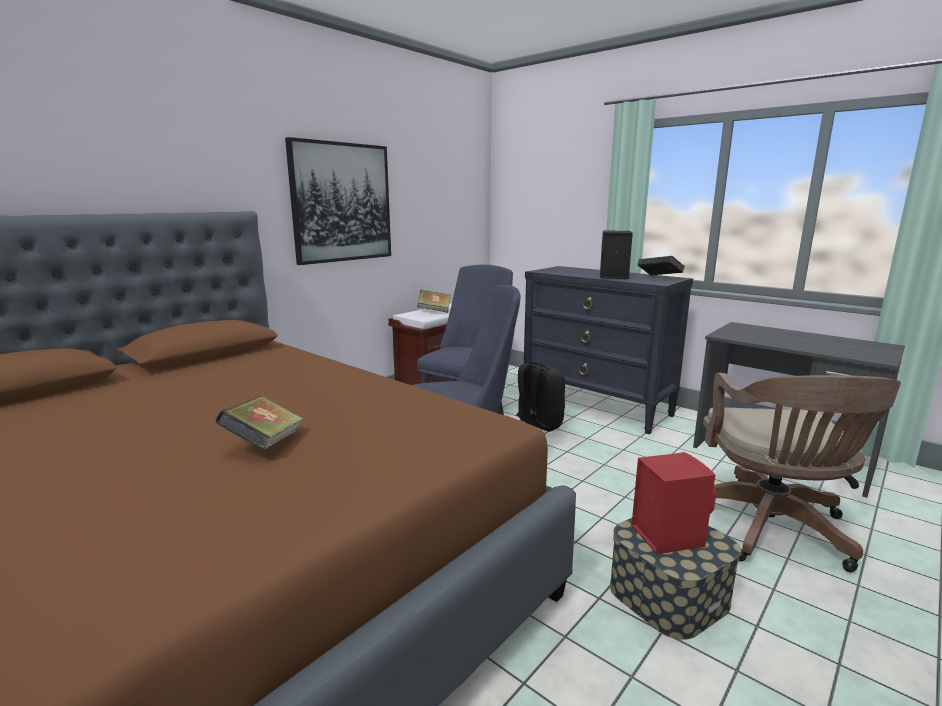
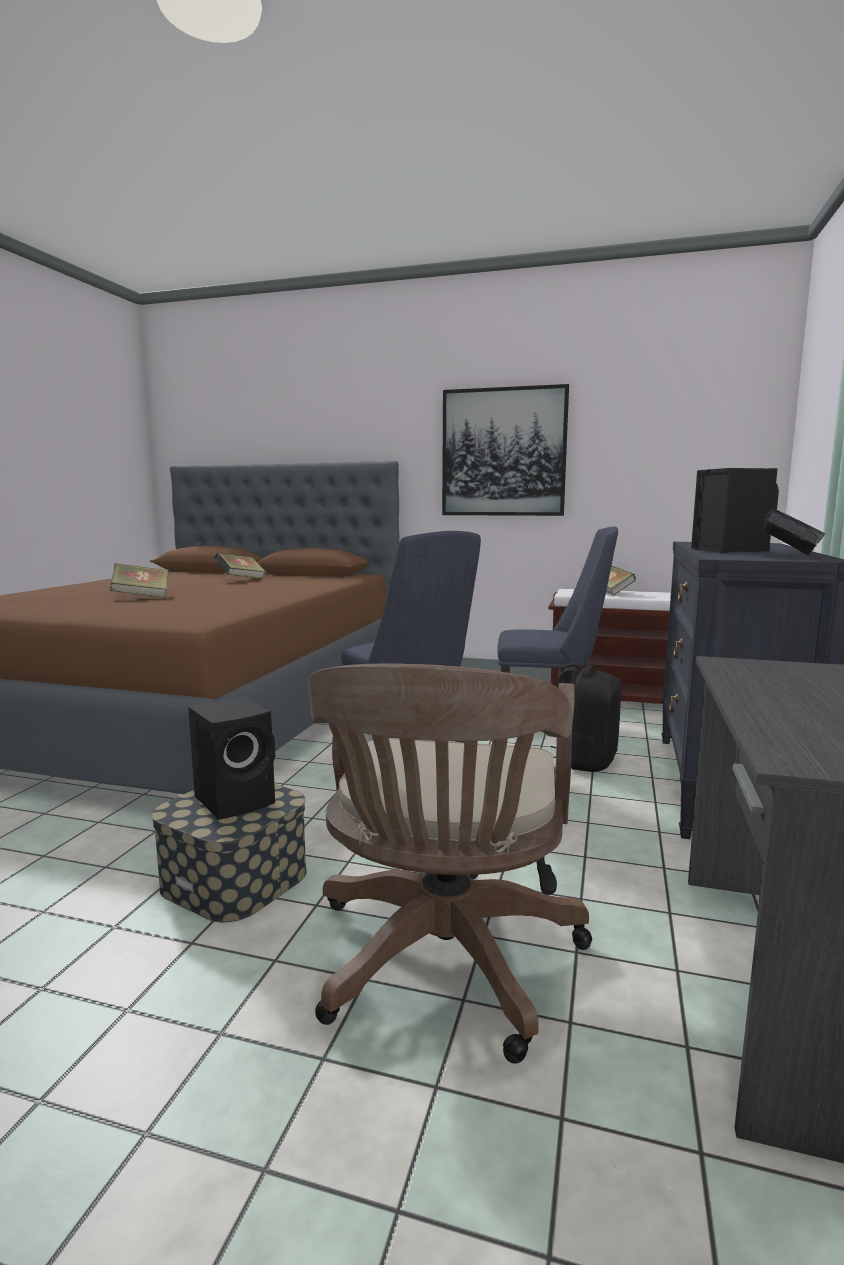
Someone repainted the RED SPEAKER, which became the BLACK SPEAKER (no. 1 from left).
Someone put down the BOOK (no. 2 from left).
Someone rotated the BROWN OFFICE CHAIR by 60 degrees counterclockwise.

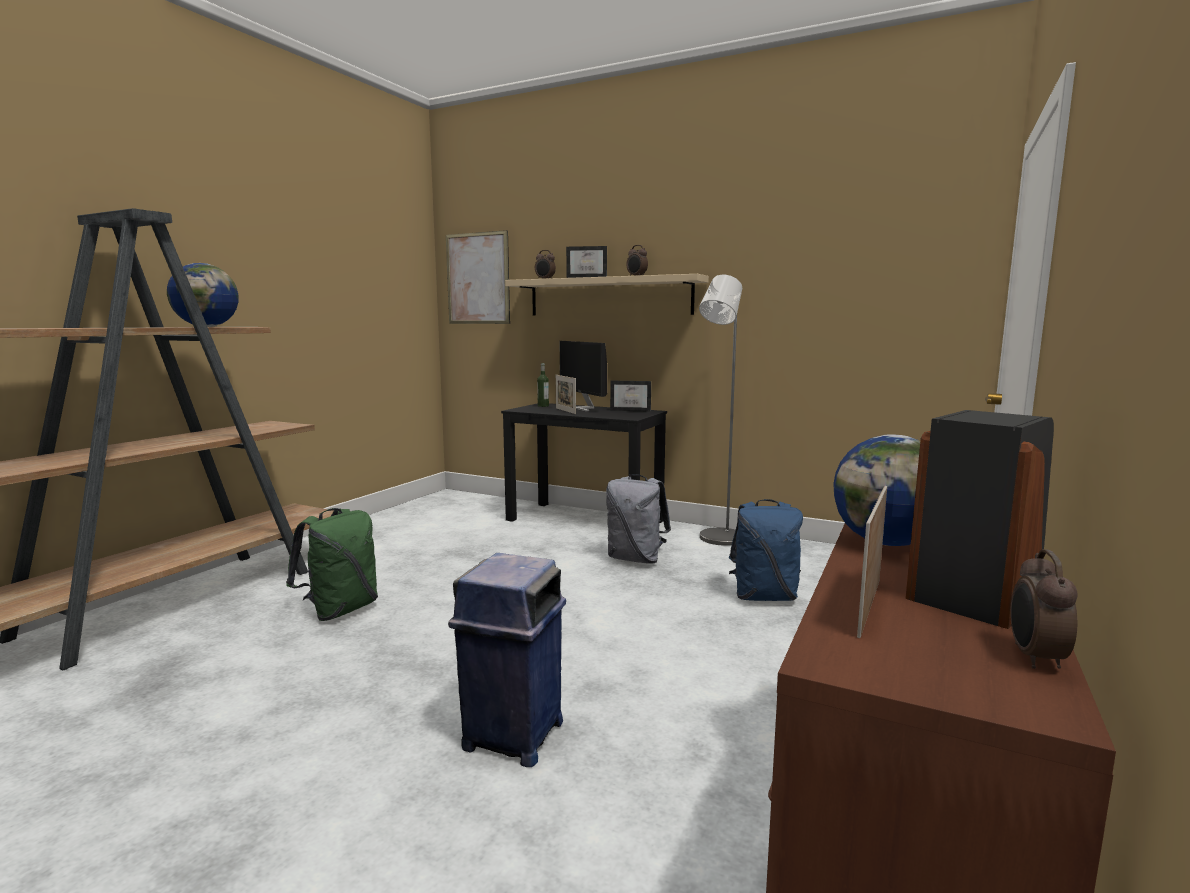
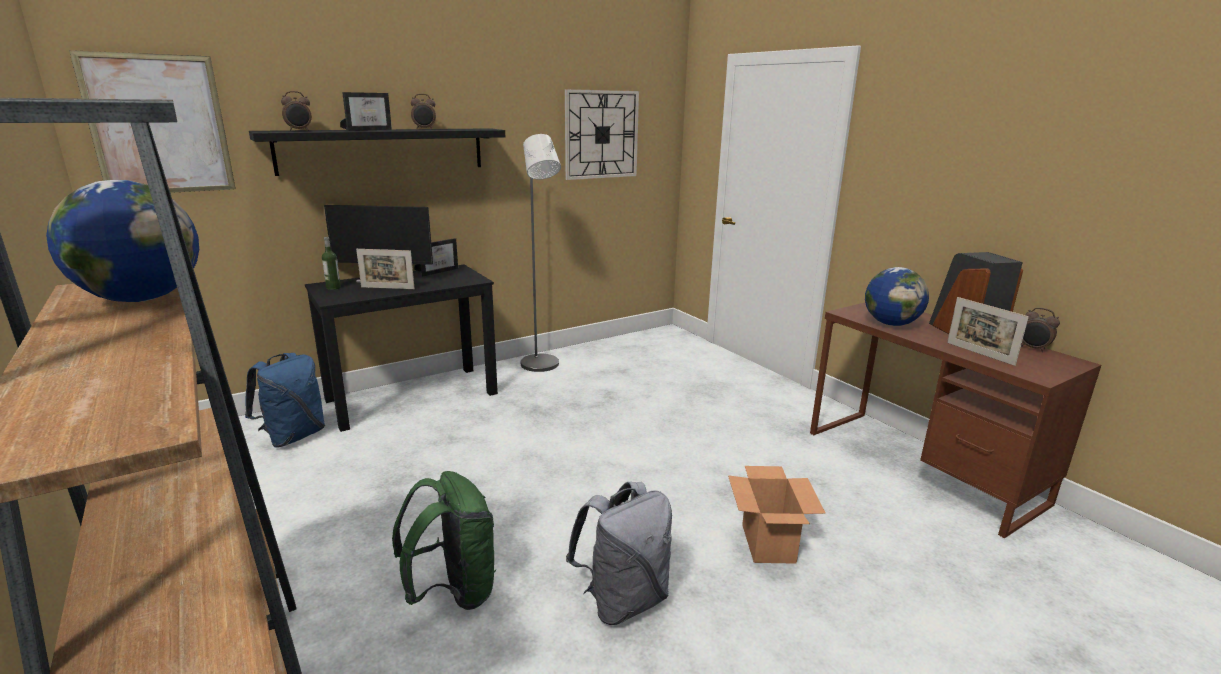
Someone carried the BLUE BACKPACK.
Someone repainted the BEIGE SHELF, which became the BLACK SHELF.
Someone put up the WALL CLOCK.
Someone carried the GREY BACKPACK.
Someone swapped the BLUE TRASH CAN for the CARDBOARD BOX.

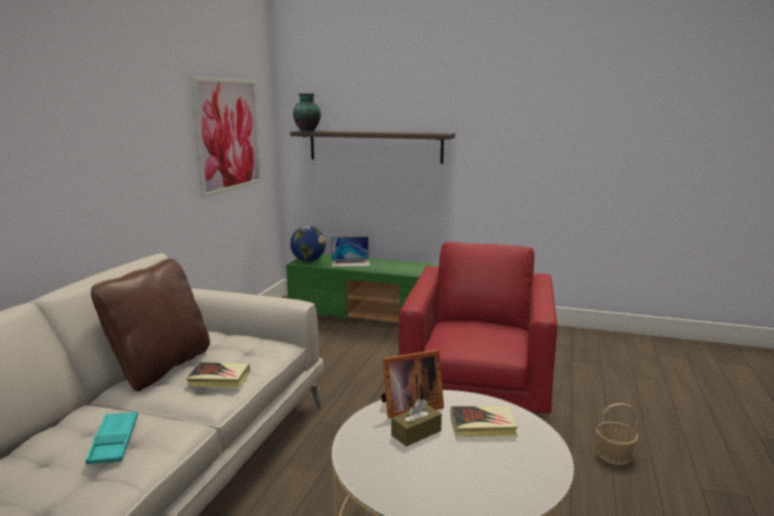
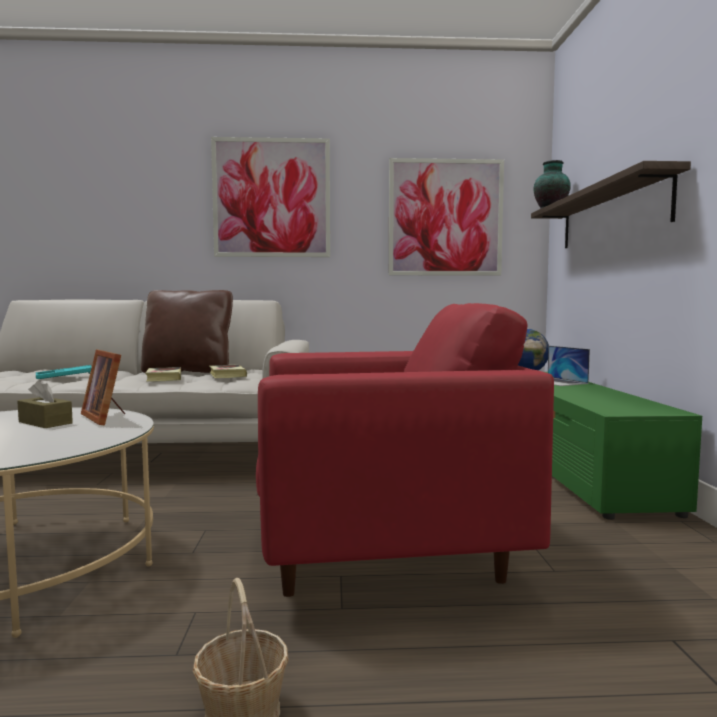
Someone carried the BOOK (no. 2 from left).
Someone put up the PICTURE (no. 1 from left).

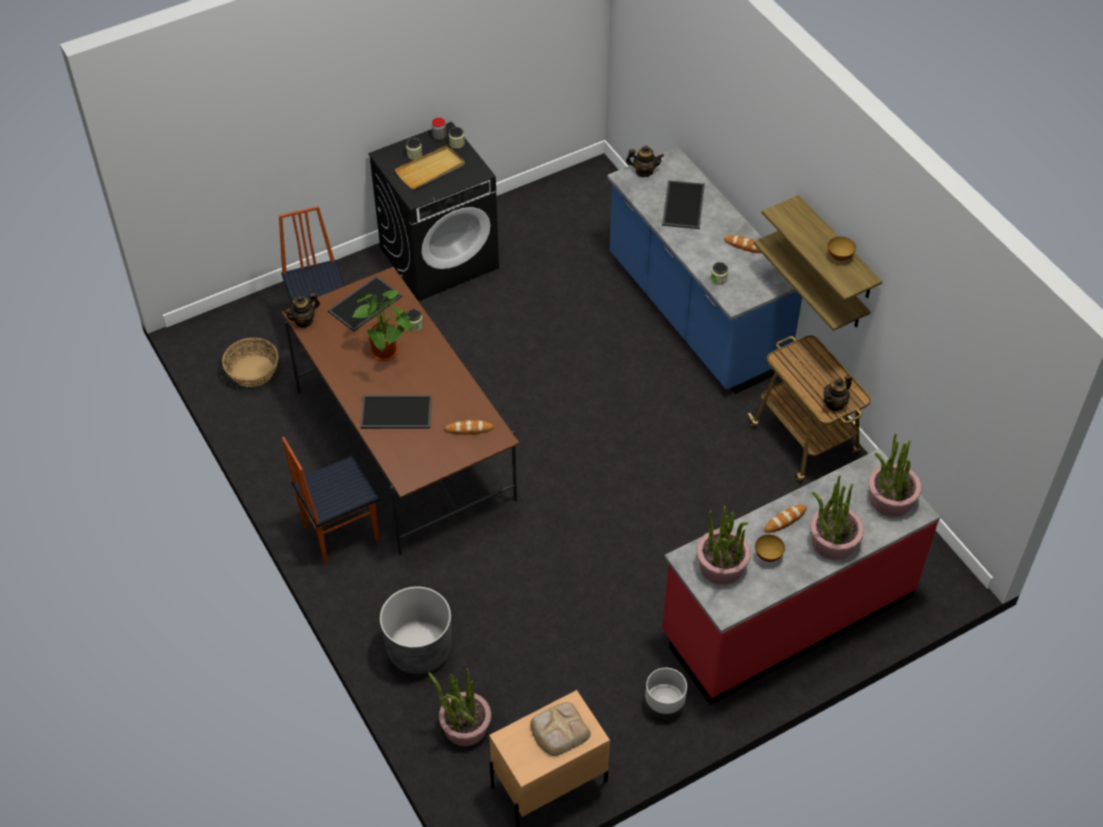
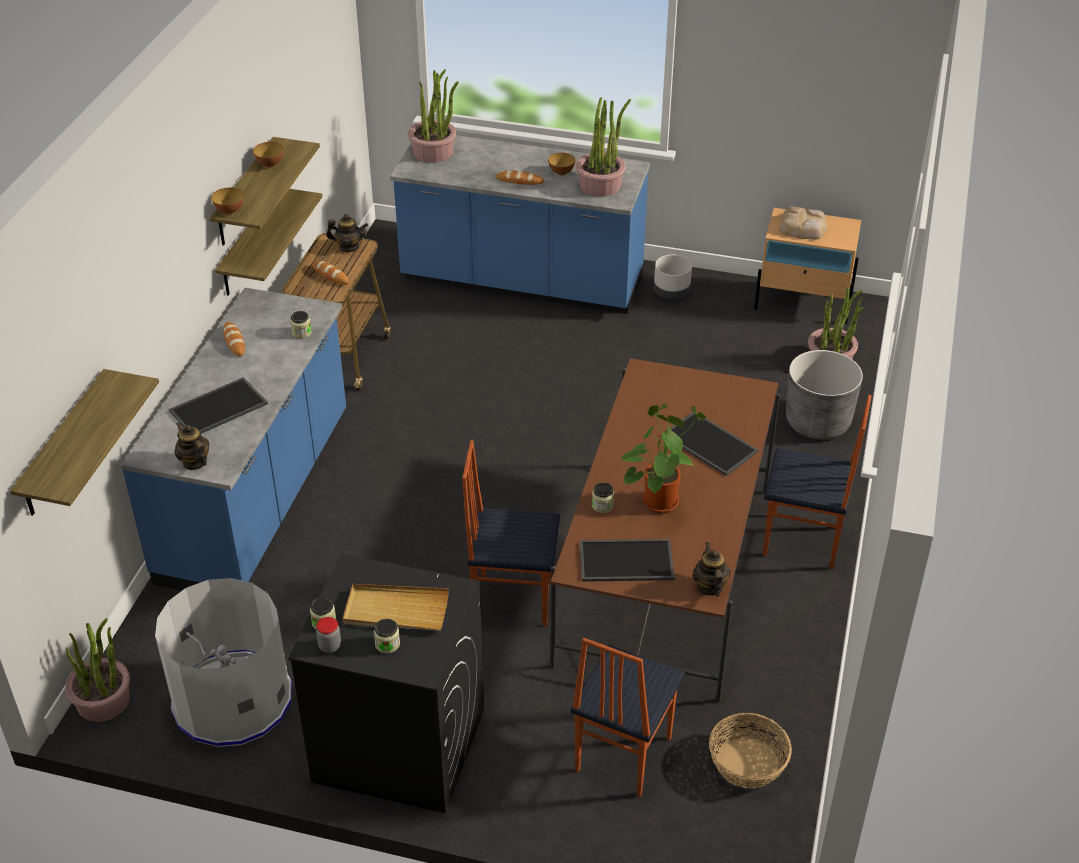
Someone put up the SHELF (no. 1 from left).
Someone carried the POTTED PLANT (no. 4 from left in the first image).
Someone put down the GREY TRASH CAN.
Someone put down the BOWL (no. 1 from left).
Someone carried the BREAD (no. 1 from left in the first image).
Someone repainted the RED COUNTER, which became the BLUE COUNTER (no. 2 from left).
Someone put down the CHAIR (no. 1 from left).
Someone rotated the TEAPOT (no. 1 from left in the first image) by 105 degrees counterclockwise.

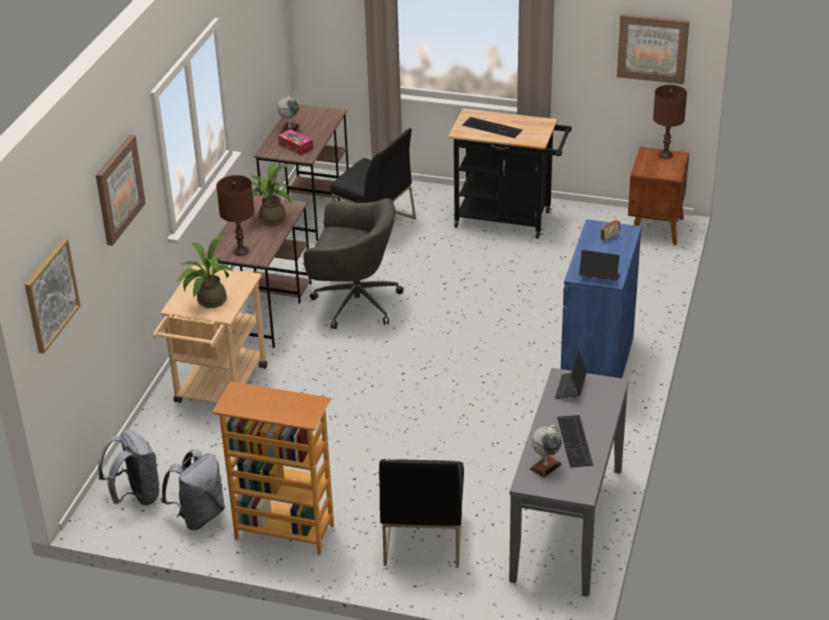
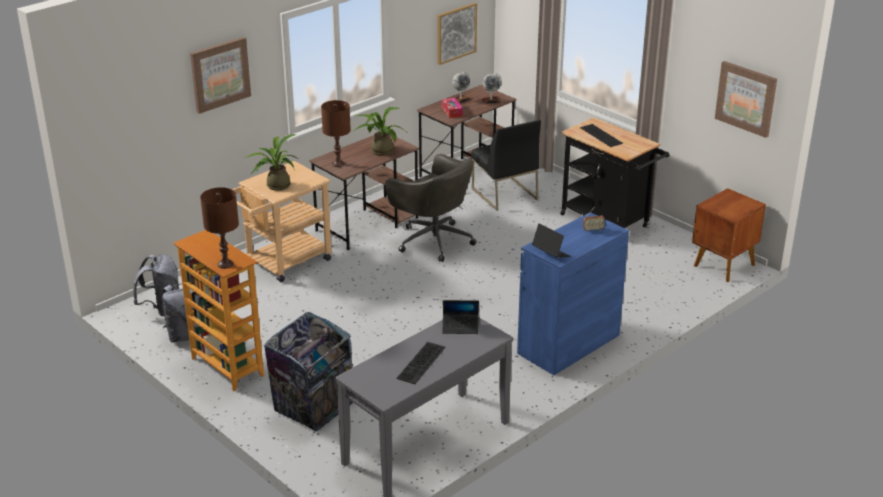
Someone carried the BROWN TABLE LAMP (no. 2 from left in the first image).
Someone swapped the BLACK CHAIR (no. 2 from left) for the TRASH CAN.
Someone carried the PICTURE (no. 1 from left in the first image).
Someone rotated the LAPTOP (no. 1 from left) by 135 degrees counterclockwise.
Someone carried the GLOBE (no. 2 from left).

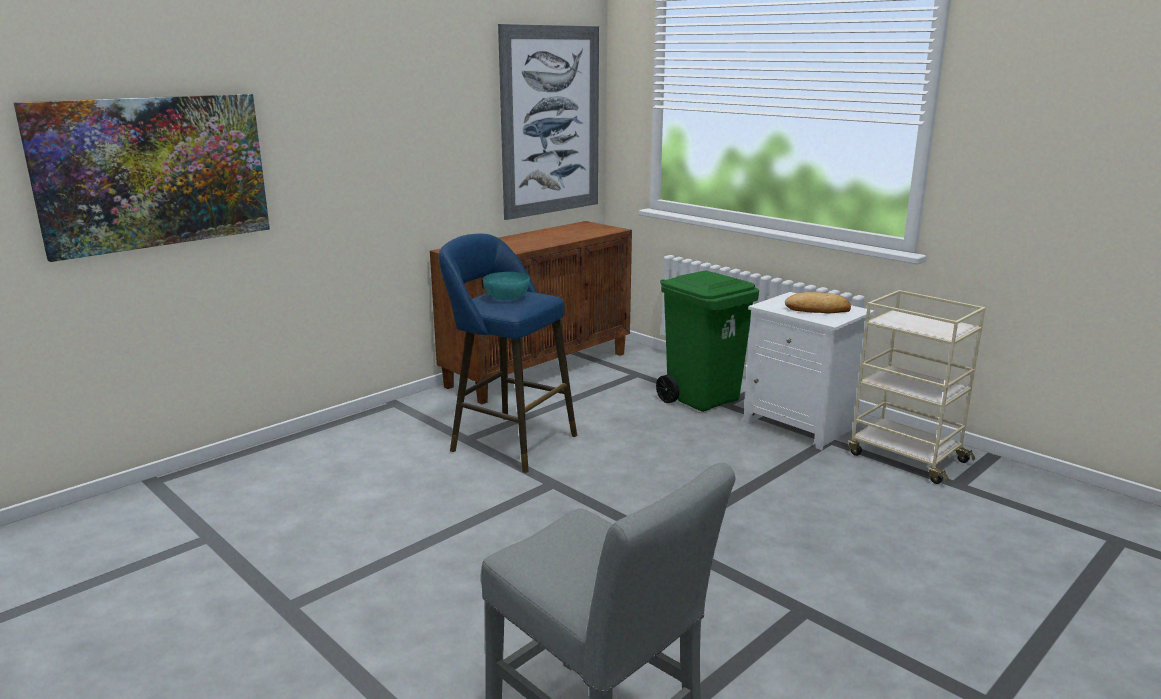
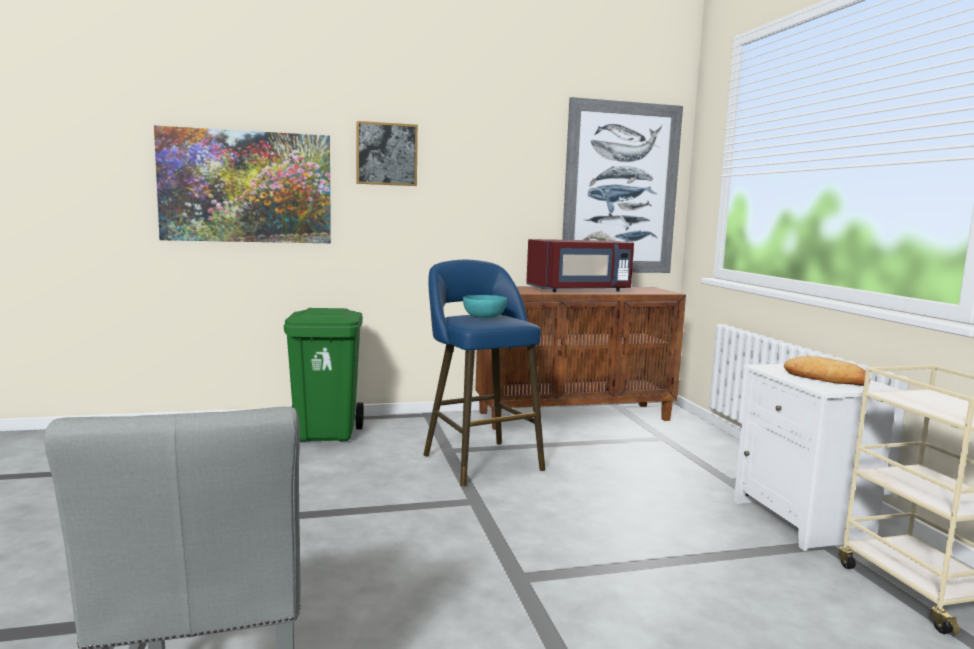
Someone carried the GREEN TRASH CAN.
Someone put up the PICTURE (no. 2 from left).
Someone put down the RED MICROWAVE.

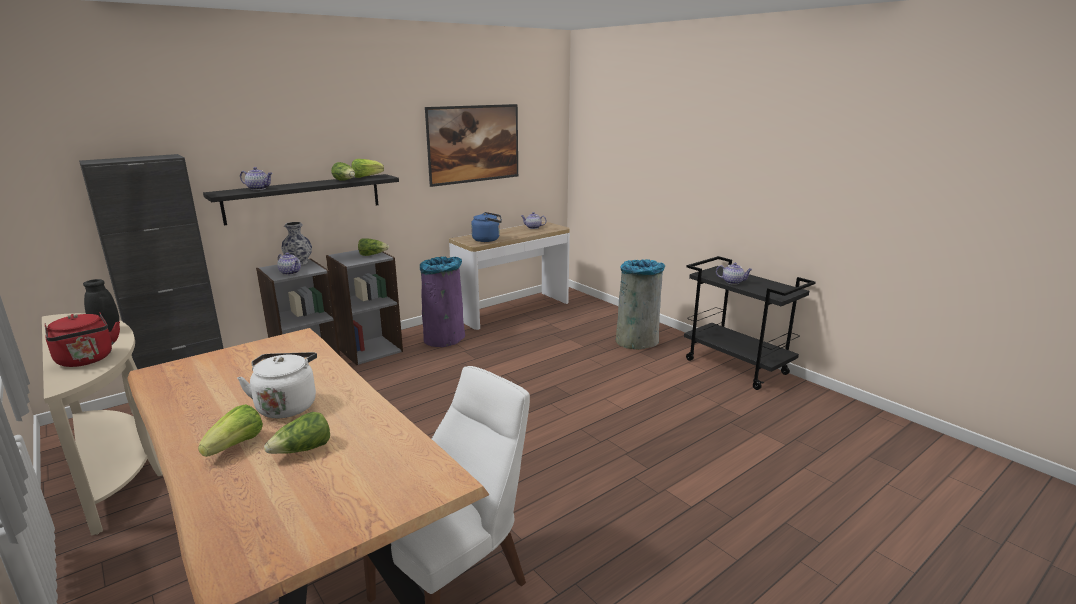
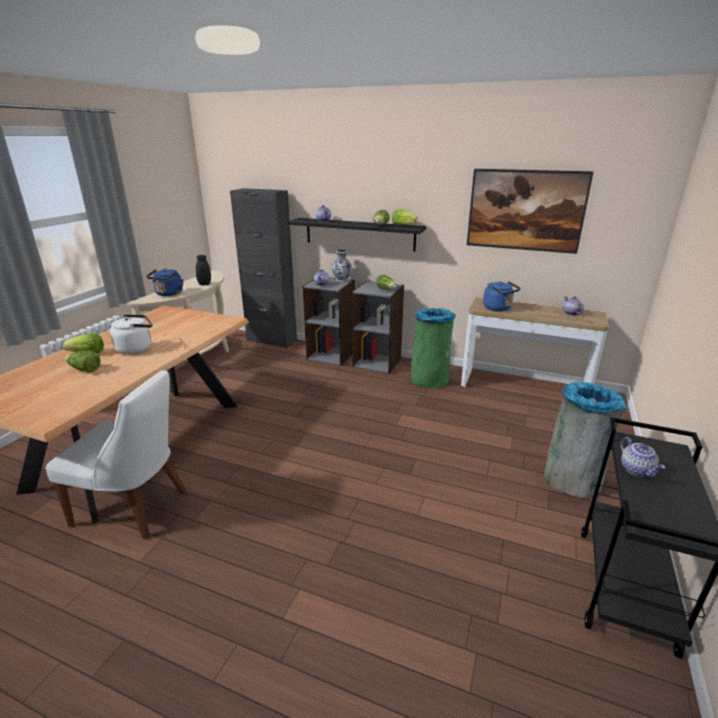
Someone repainted the RED KETTLE, which became the BLUE KETTLE (no. 1 from left).
Someone repainted the PURPLE TRASH CAN, which became the GREEN TRASH CAN.

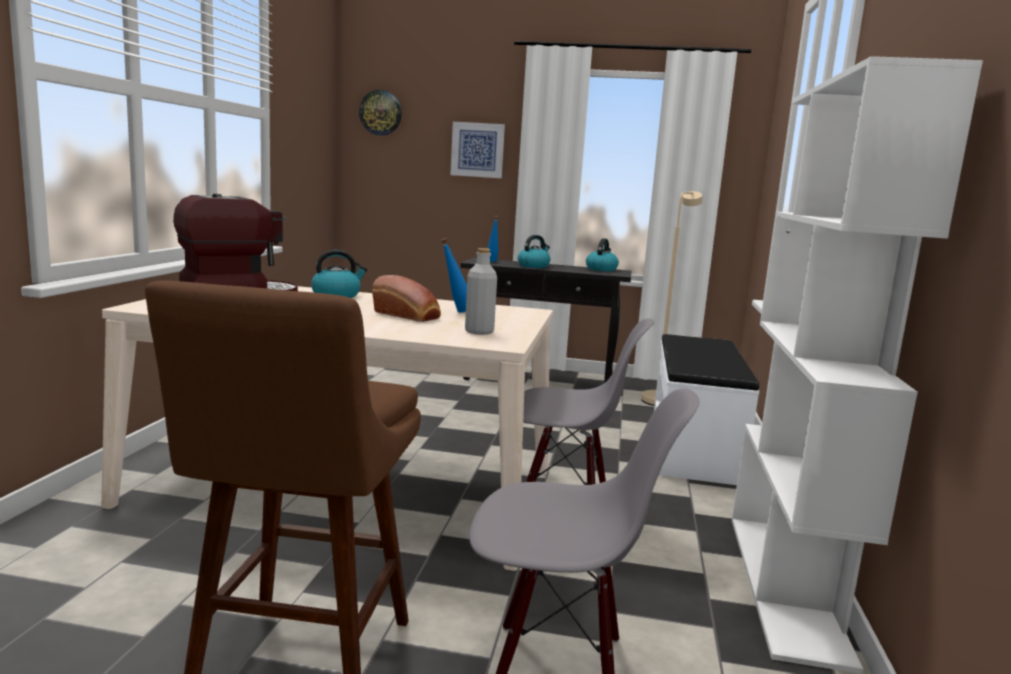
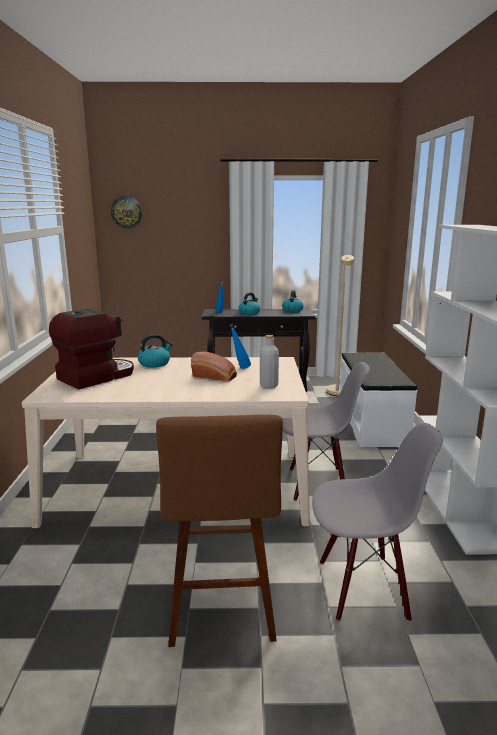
Someone took away the PICTURE.

